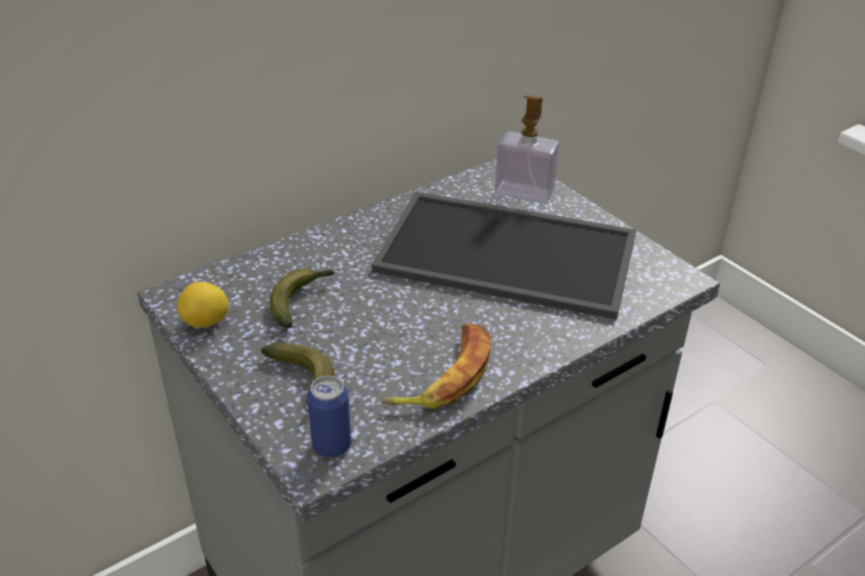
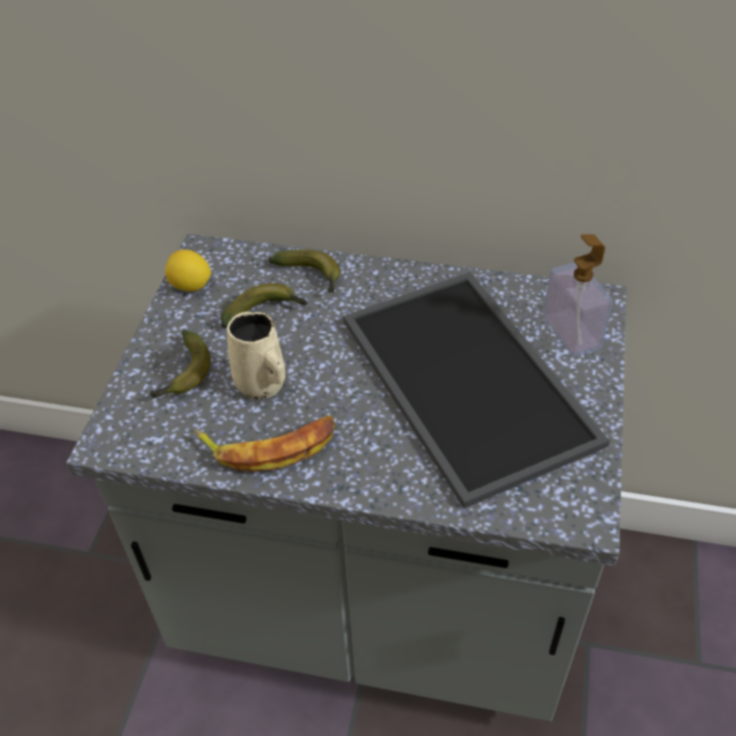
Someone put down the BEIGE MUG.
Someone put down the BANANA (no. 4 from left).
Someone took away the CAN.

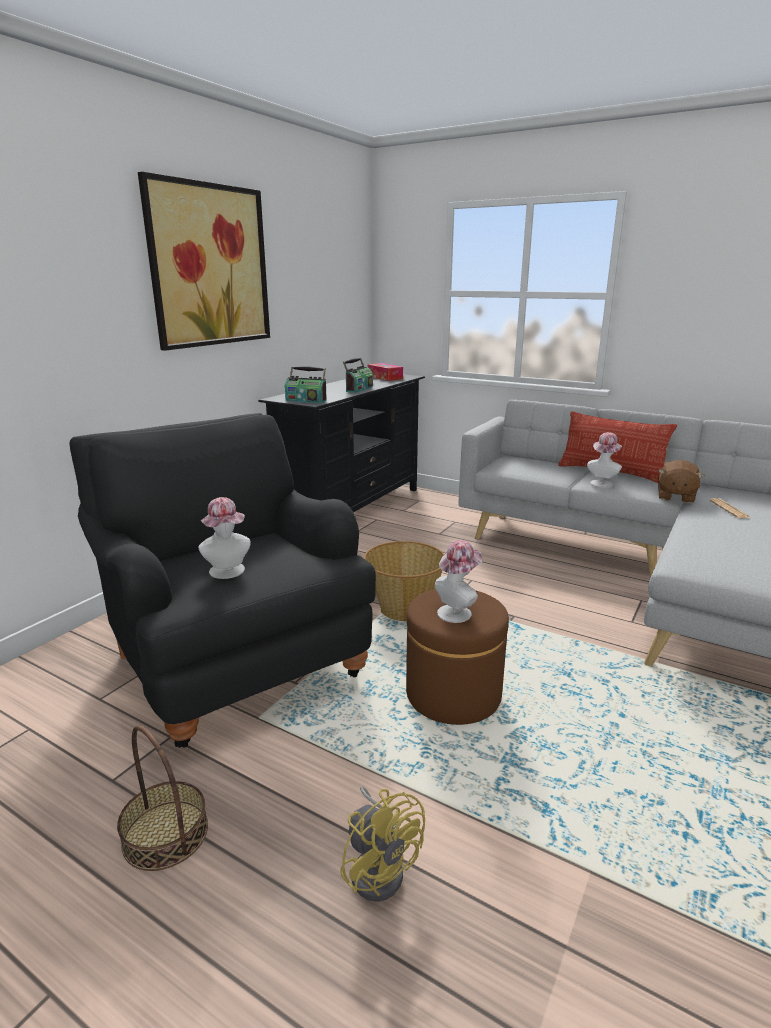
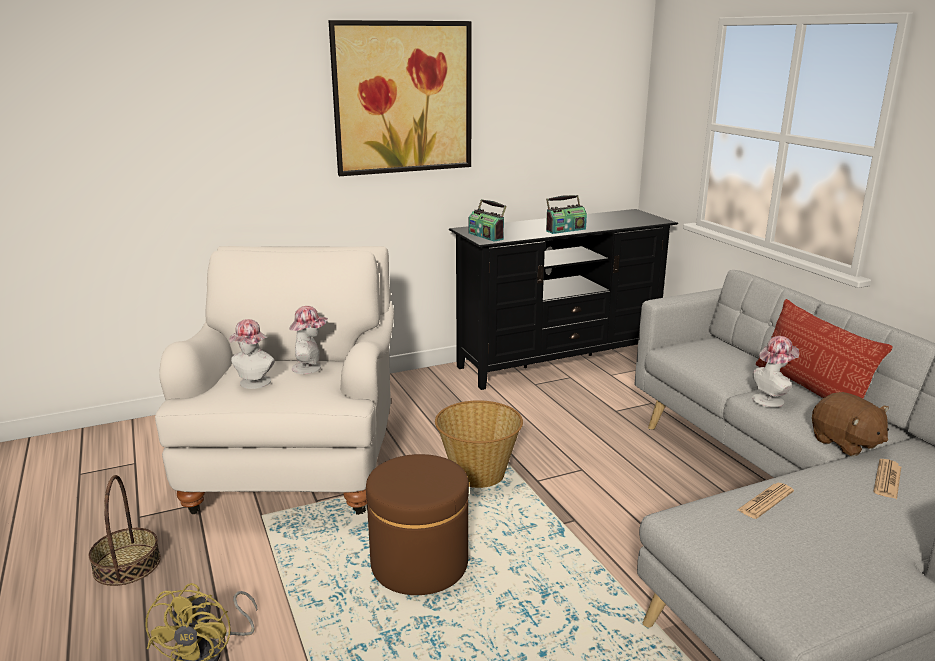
Someone repainted the BLACK ARMCHAIR, which became the WHITE ARMCHAIR.
Someone carried the HAT (no. 2 from left).
Someone put down the NEWSPAPER (no. 1 from left).
Someone rotated the BROWN PLUSH TOY by 90 degrees counterclockwise.
Someone took away the TISSUE BOX.

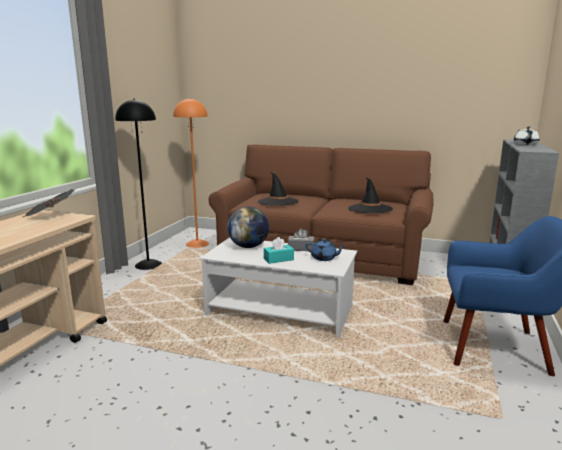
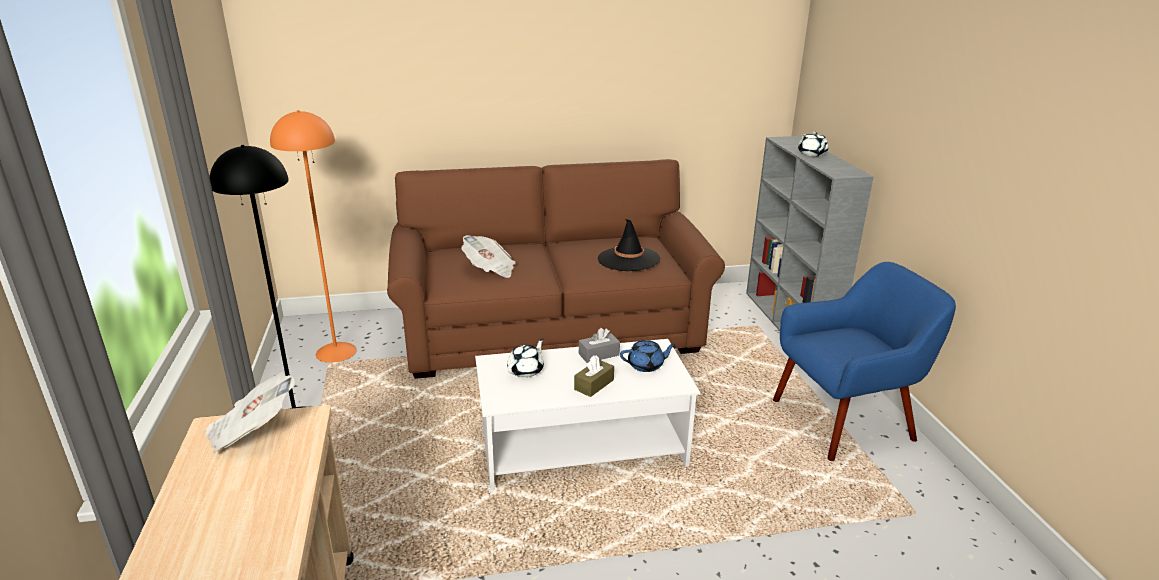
Someone swapped the BLACK HAT (no. 1 from left) for the NEWSPAPER (no. 2 from left).
Someone swapped the GLOBE for the WHITE TEAPOT (no. 1 from left).
Someone repainted the TURQUOISE TISSUE BOX, which became the BROWN TISSUE BOX.

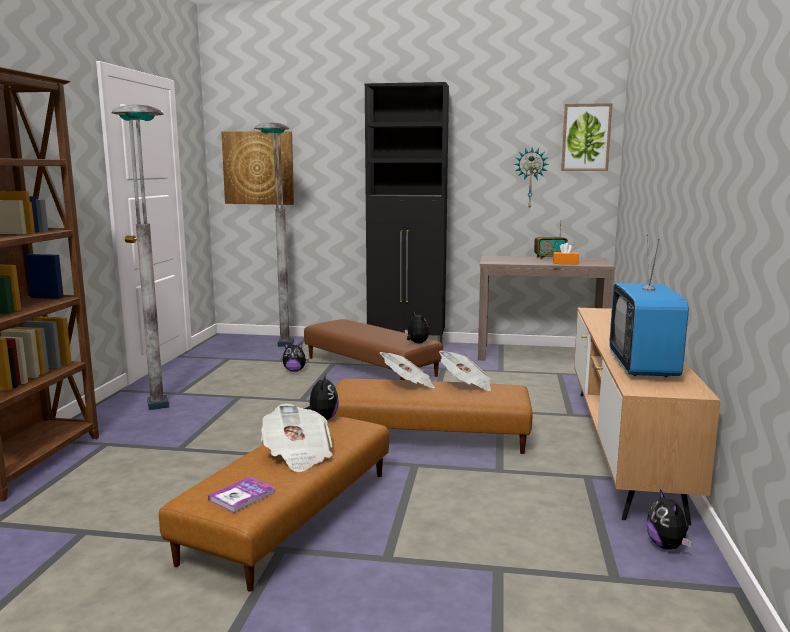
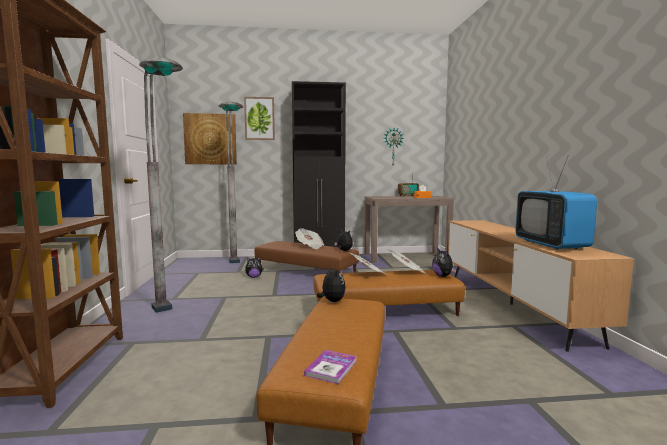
Someone carried the PICTURE (no. 2 from left).
Someone carried the NEWSPAPER (no. 1 from left).
Someone carried the PLUSH TOY (no. 4 from left).

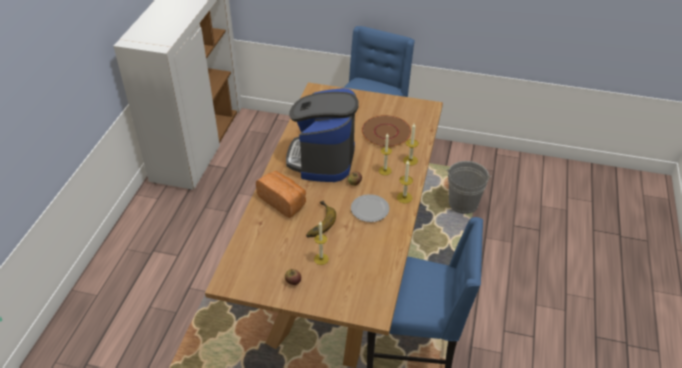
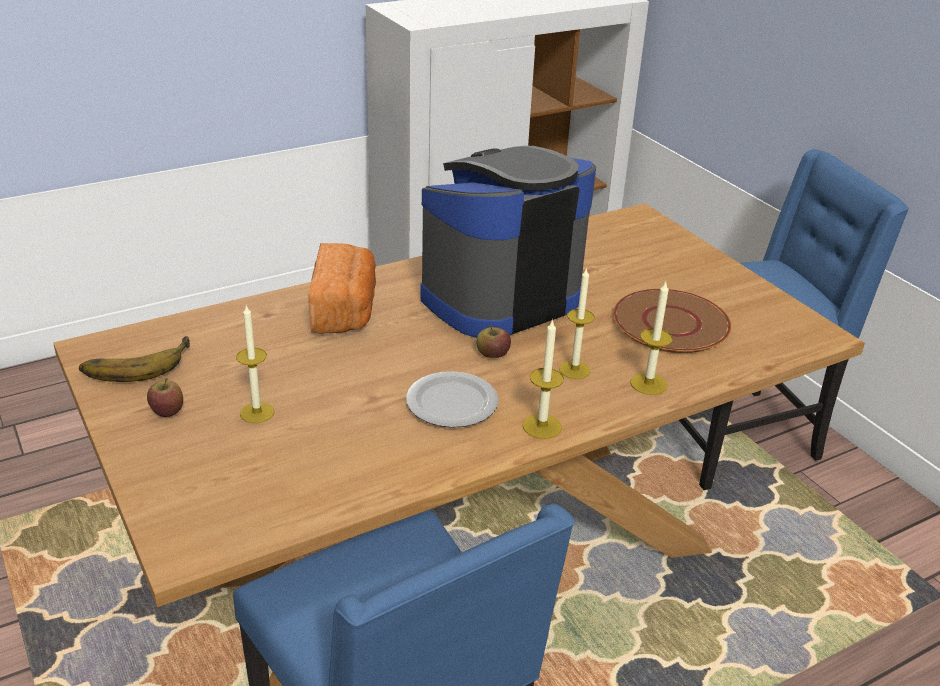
Someone carried the BANANA.
Someone took away the GREY BUCKET.

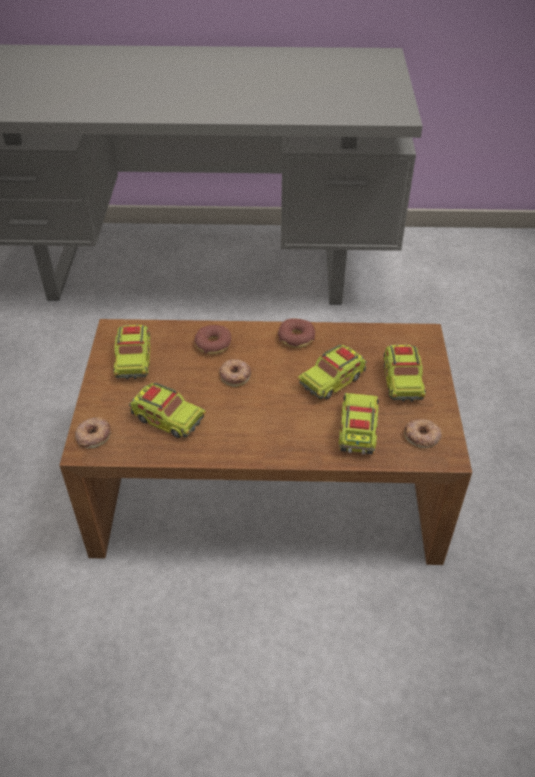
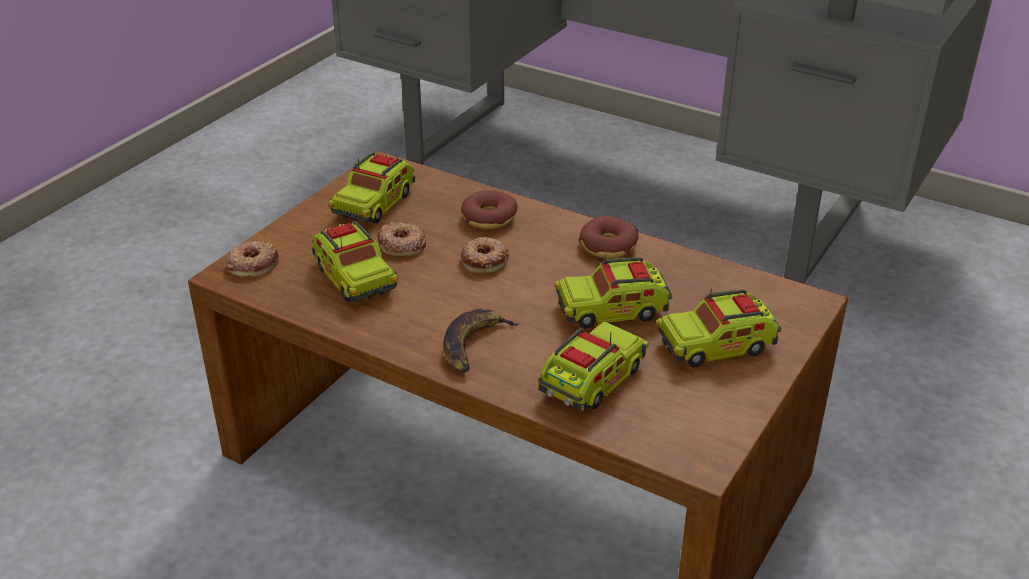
Someone carried the DONUT (no. 5 from left in the first image).
Someone put down the BANANA.
Someone rotated the TOY TRUCK (no. 5 from left) by 45 degrees clockwise.

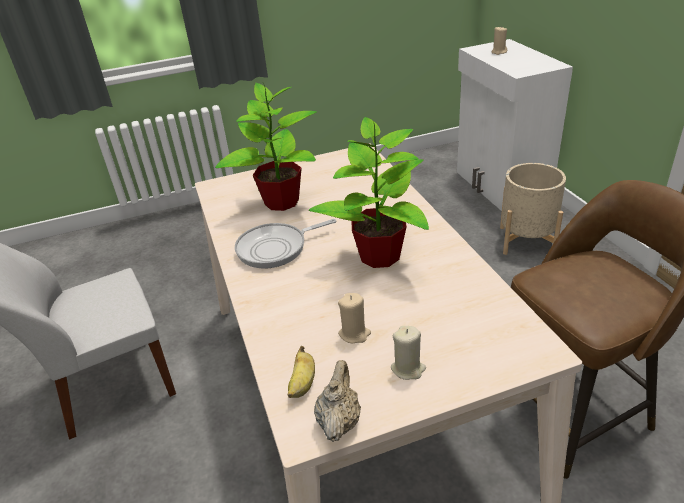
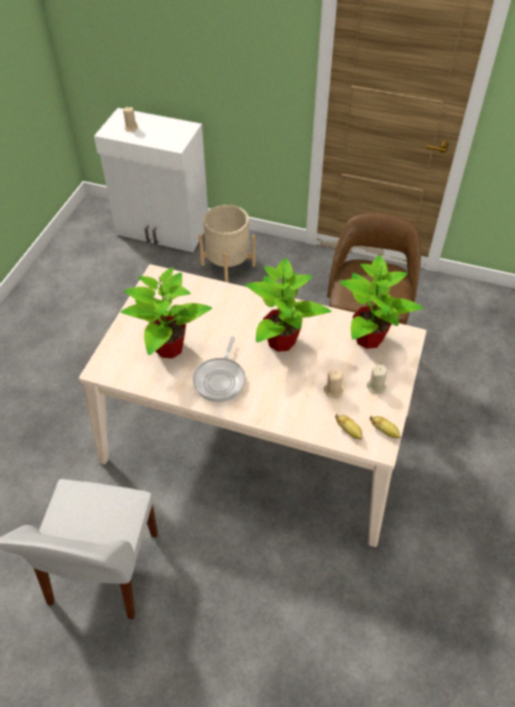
Someone put down the POTTED PLANT (no. 3 from left).
Someone swapped the BEIGE TEAPOT for the BANANA (no. 2 from left).

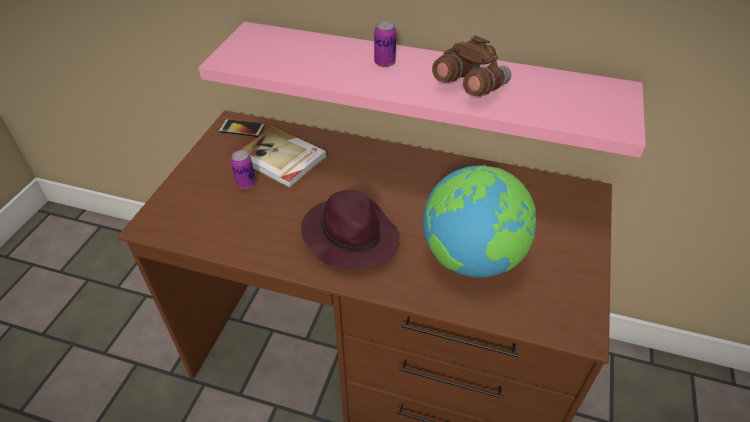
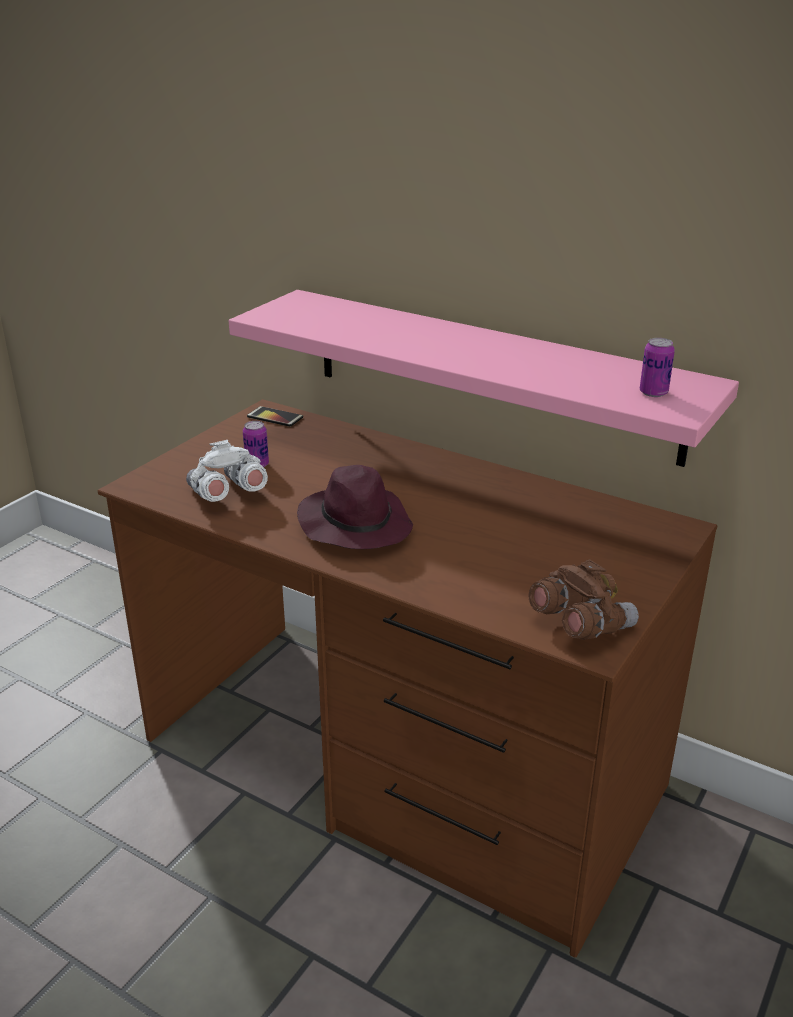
Someone put down the WHITE BINOCULARS.
Someone carried the BROWN BINOCULARS.
Someone carried the CAN (no. 2 from left).
Someone took away the BOOK.
Someone took away the GLOBE.

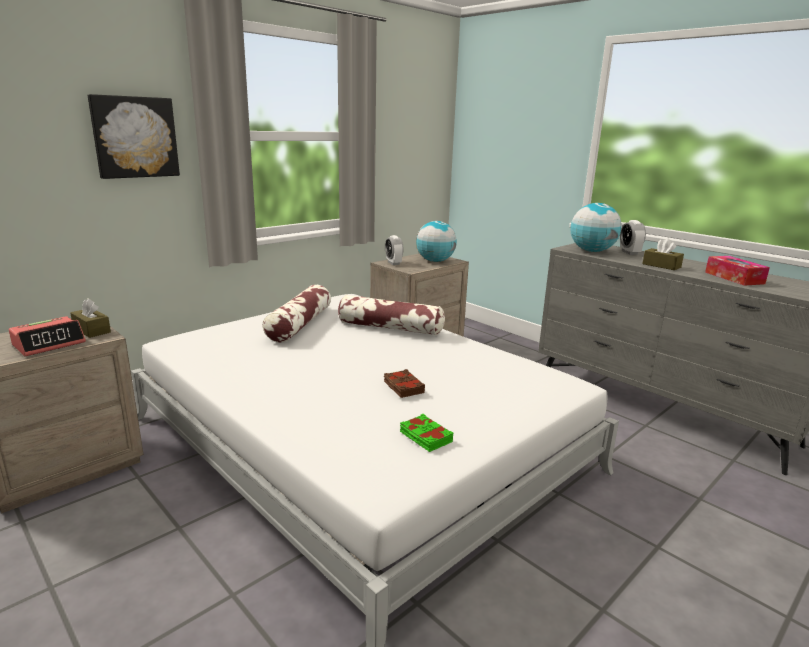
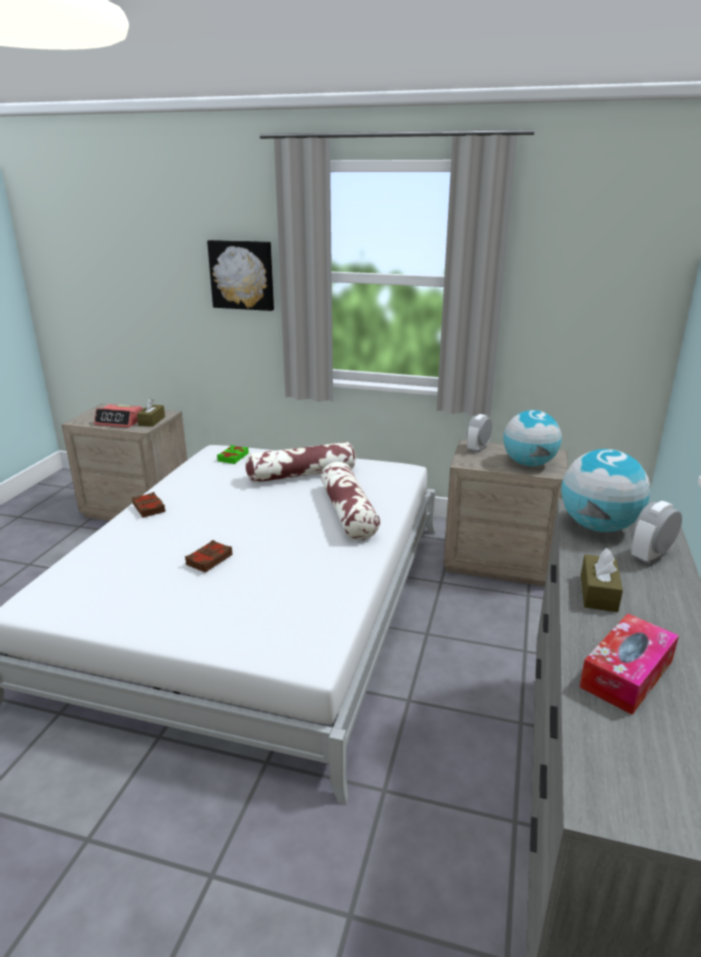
Someone put down the BROWN BOOK (no. 1 from left).
Someone carried the GREEN BOOK.

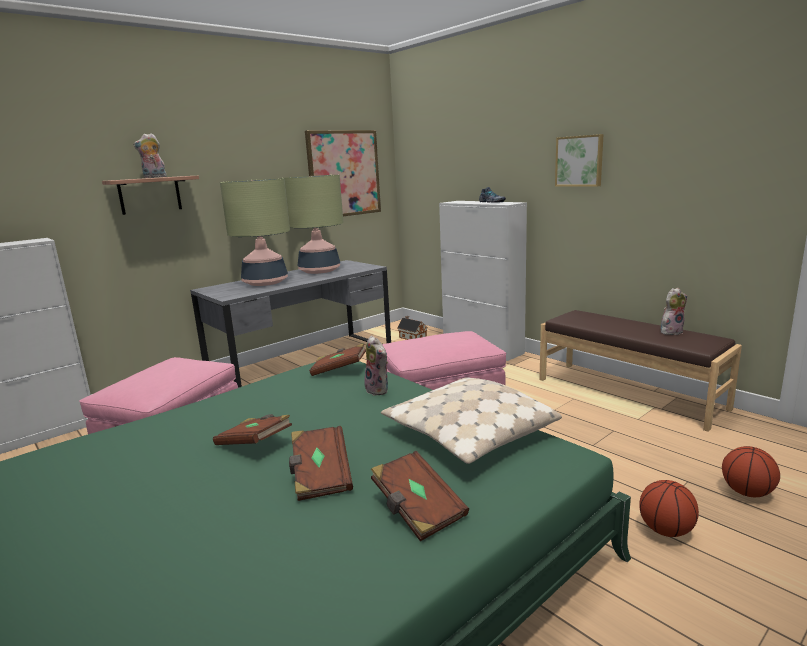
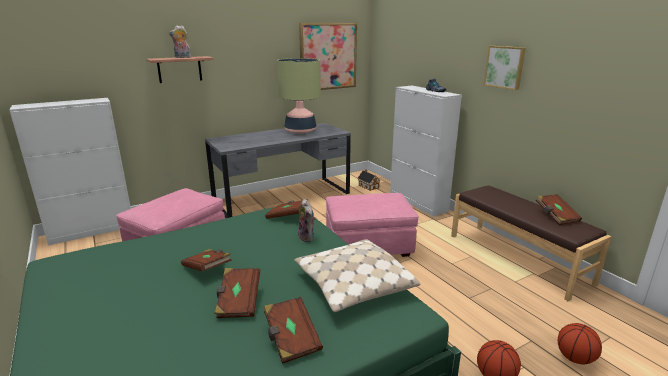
Someone swapped the PLUSH TOY (no. 3 from left) for the BROWN BOOK (no. 5 from left).
Someone took away the TABLE LAMP (no. 1 from left).

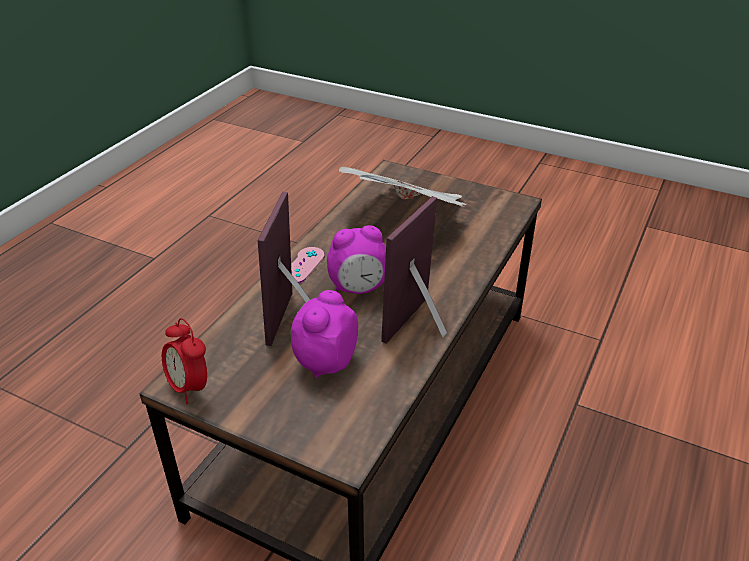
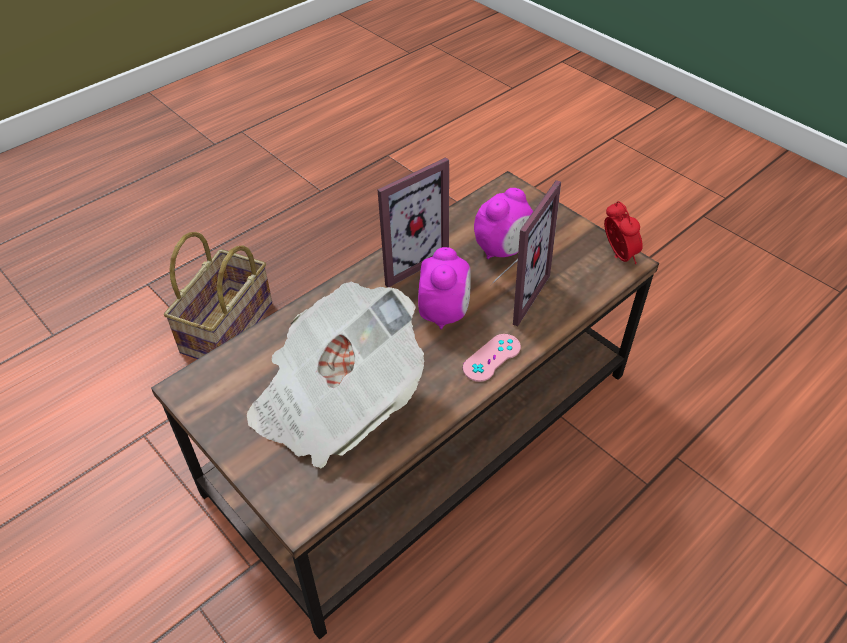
Someone put down the BASKET.
Someone rotated the ALARM CLOCK (no. 3 from left in the first image) by 90 degrees clockwise.

